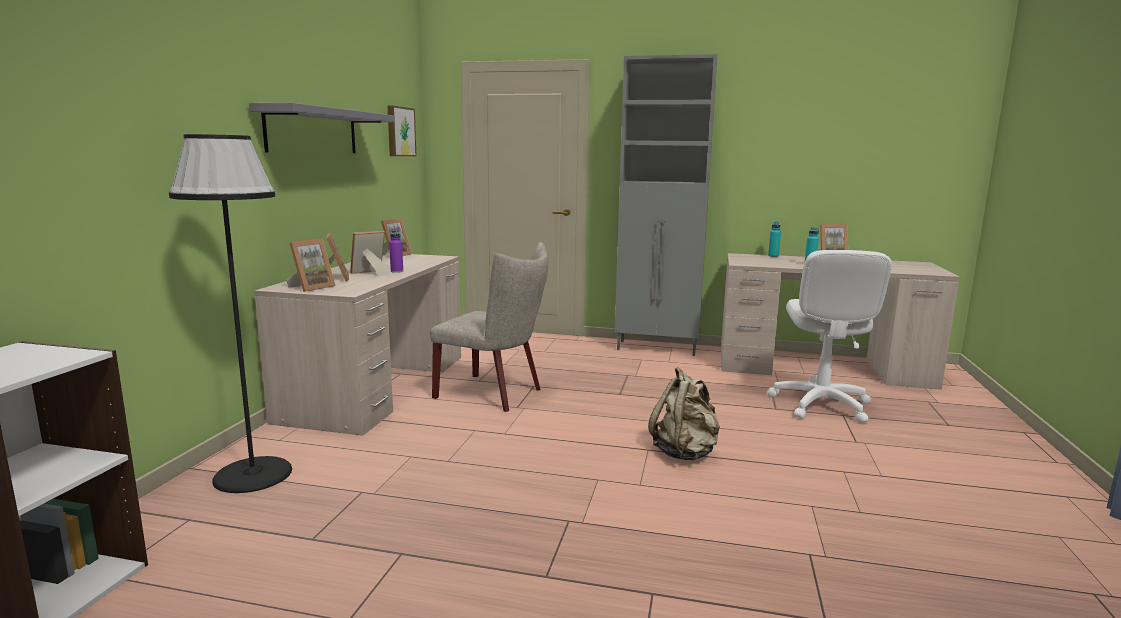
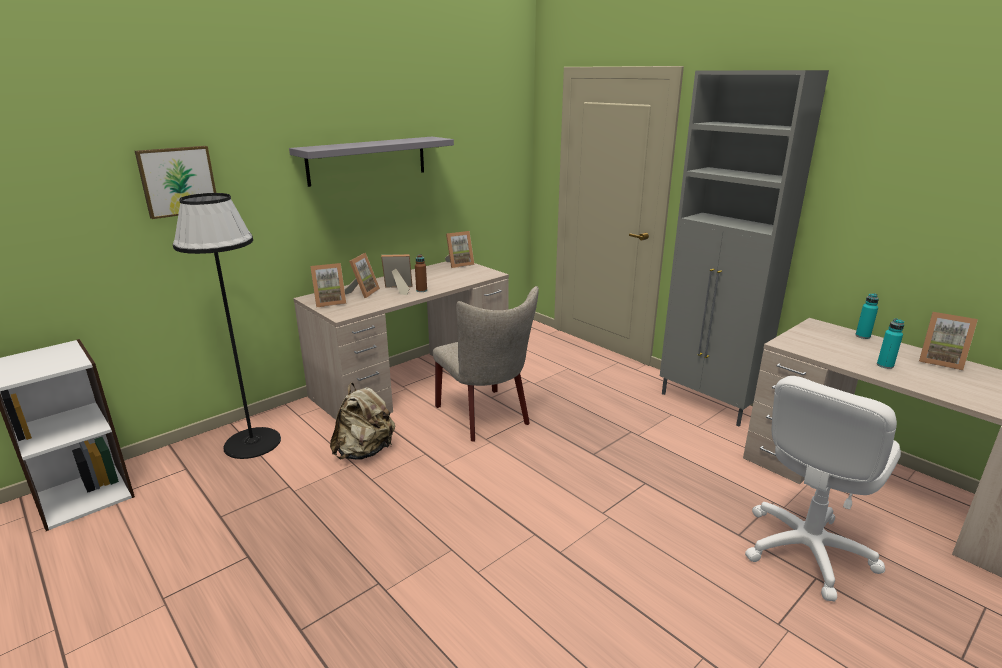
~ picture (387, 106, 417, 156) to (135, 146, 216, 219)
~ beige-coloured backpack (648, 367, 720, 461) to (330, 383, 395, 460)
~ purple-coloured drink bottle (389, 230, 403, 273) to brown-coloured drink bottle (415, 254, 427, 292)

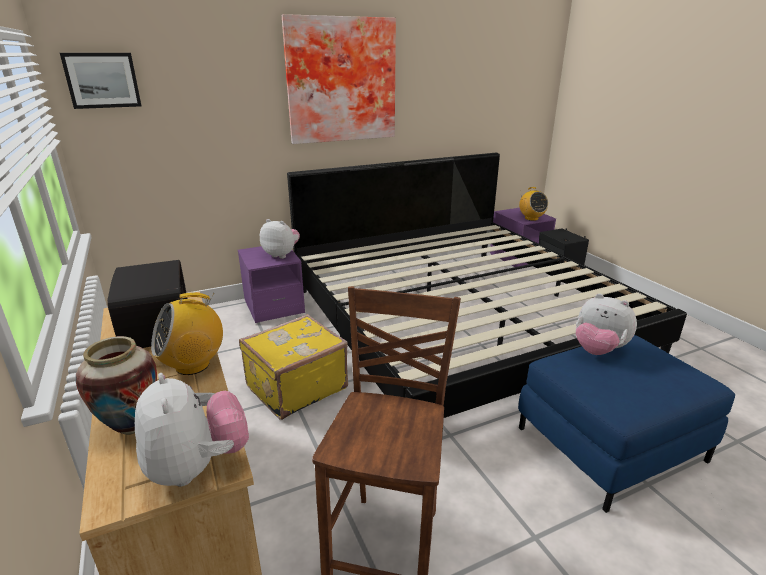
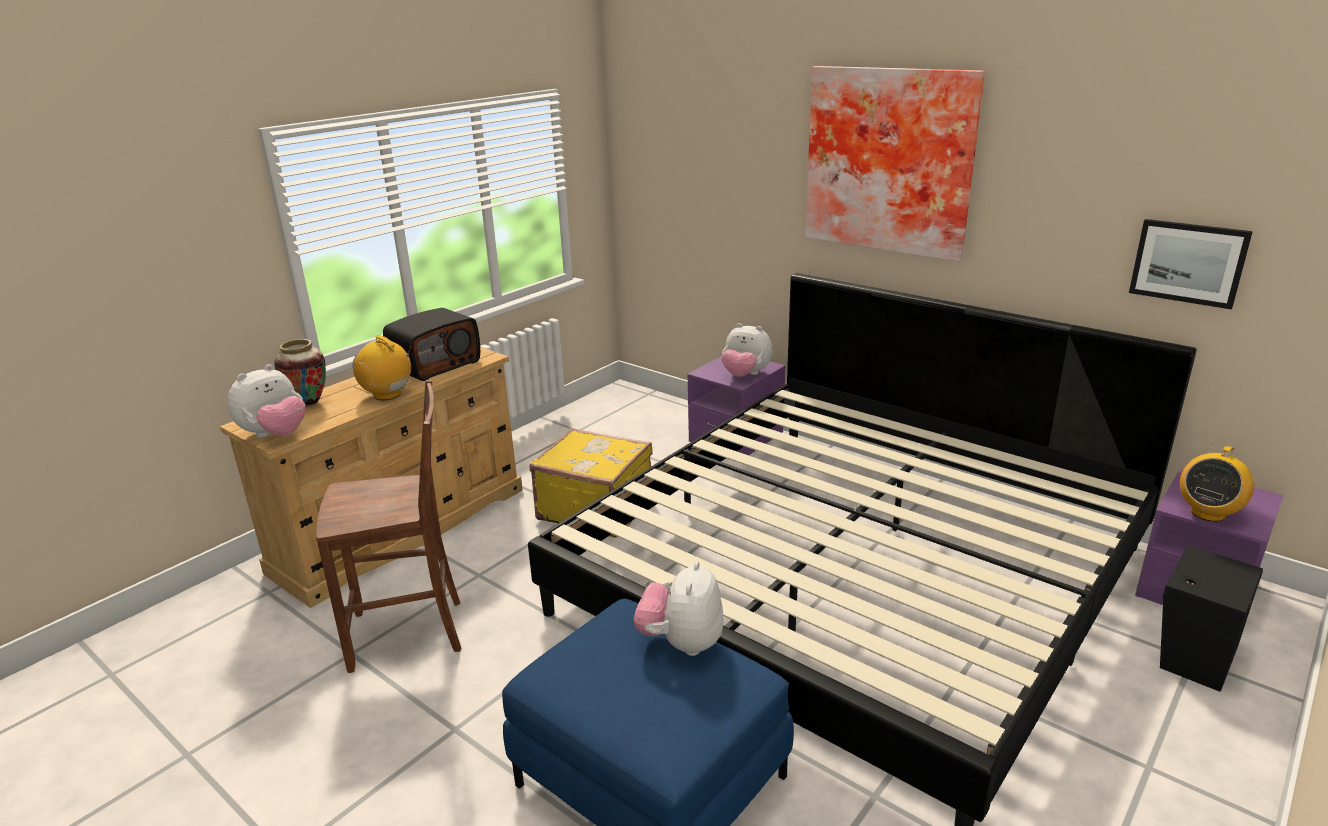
~ picture (60, 53, 142, 109) to (1129, 219, 1253, 309)
~ cuddly toy (260, 219, 300, 259) = (722, 323, 773, 377) 120 degrees clockwise

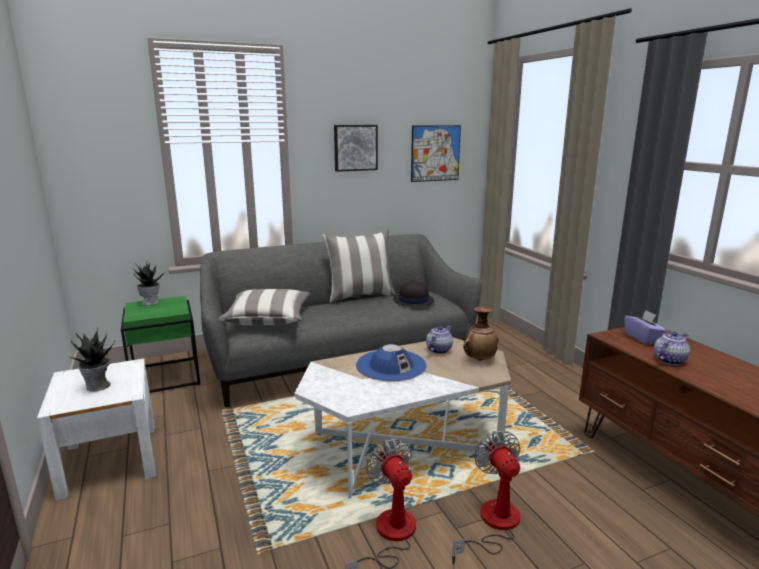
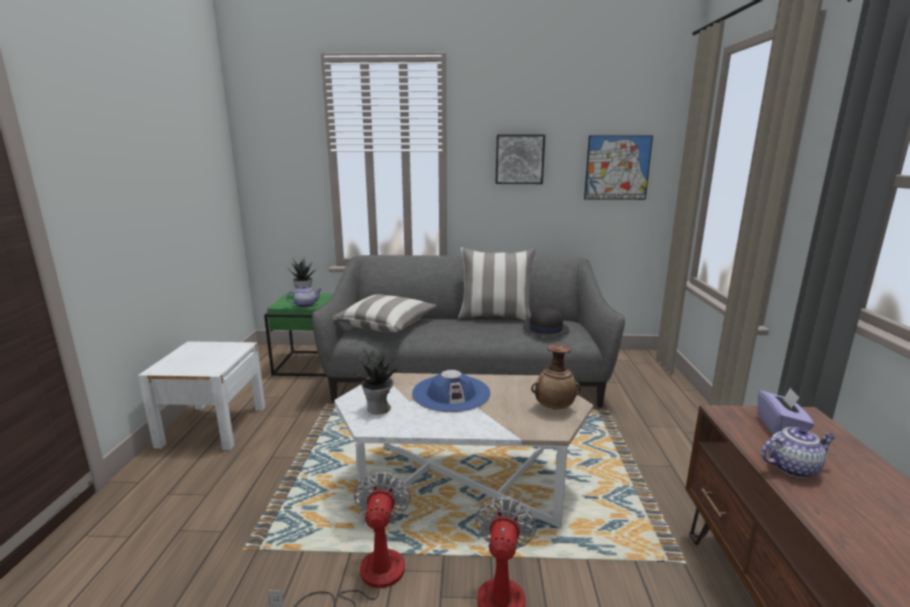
~ plant in a pot (68, 328, 115, 391) to (355, 345, 400, 414)
~ pot for tea (426, 326, 453, 354) to (286, 285, 321, 308)

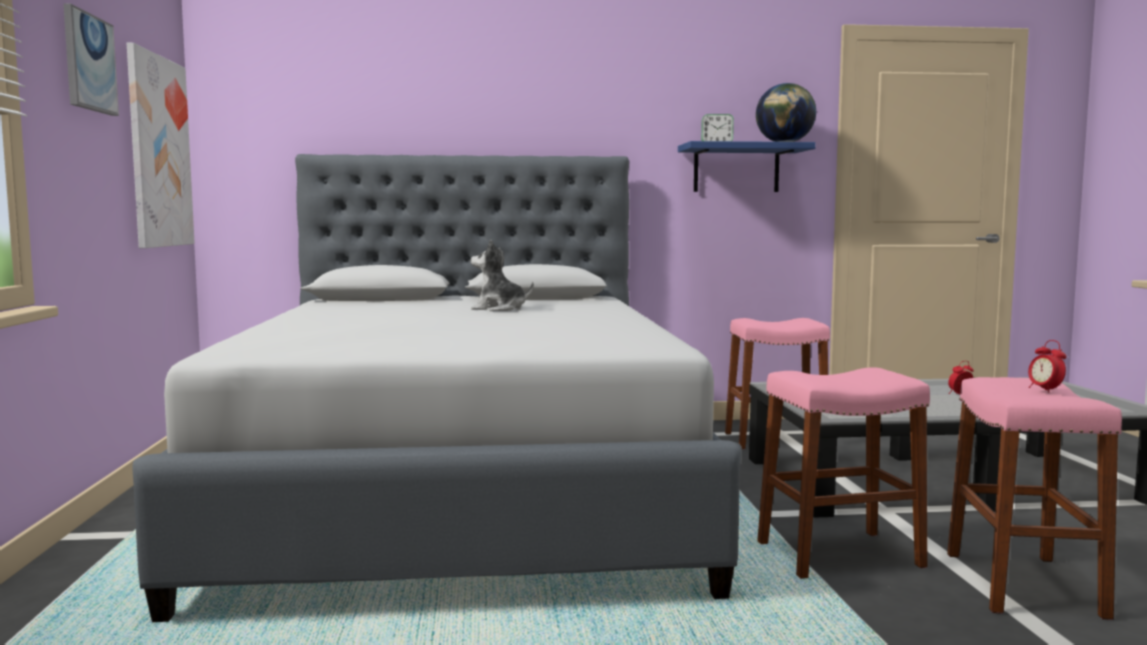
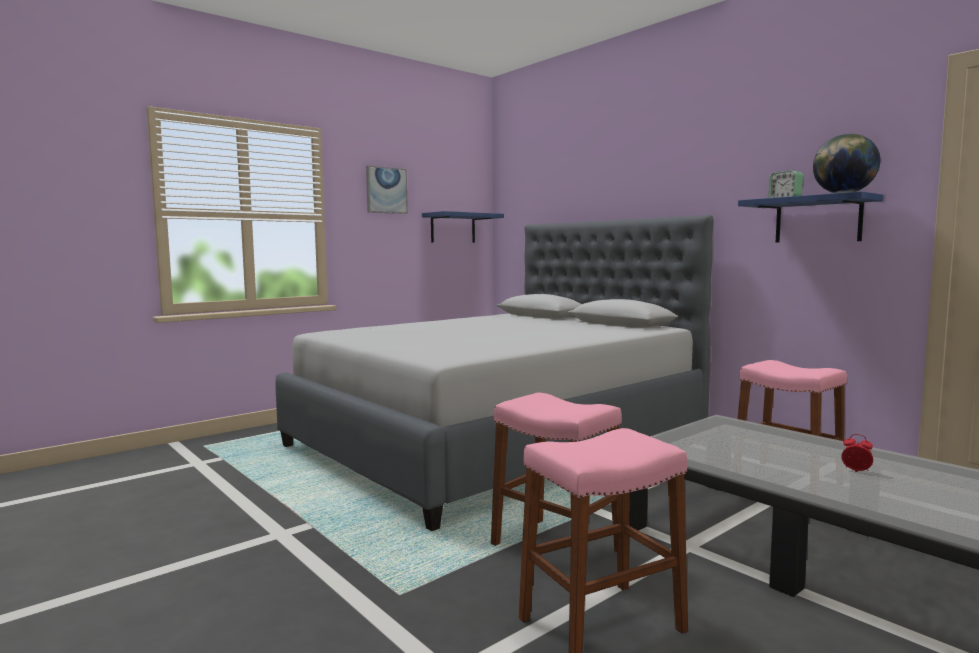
- cuddly toy (471, 239, 534, 311)
- bedside clock (1028, 340, 1067, 393)
~ picture (127, 43, 195, 248) to blue shelf (422, 211, 504, 243)

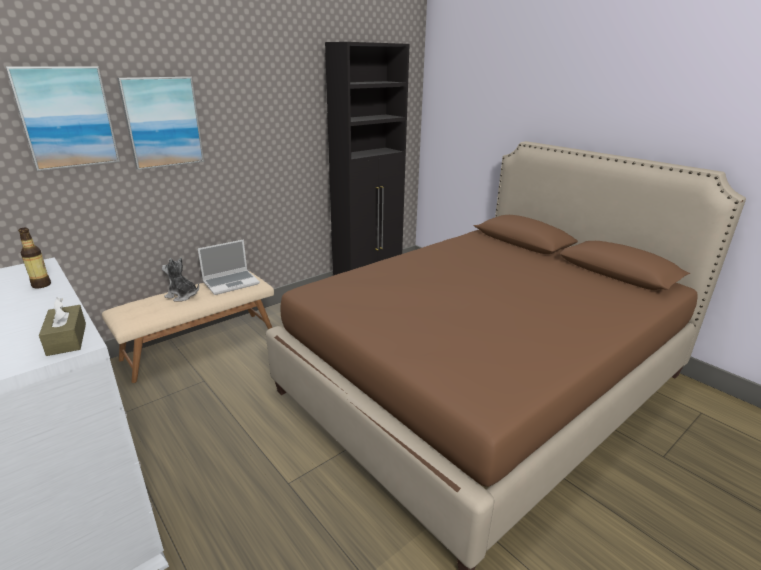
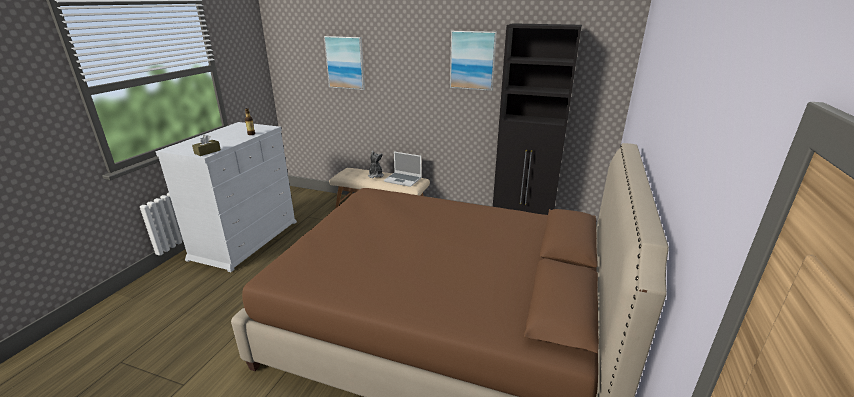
~ picture (117, 77, 204, 170) to (450, 31, 497, 91)

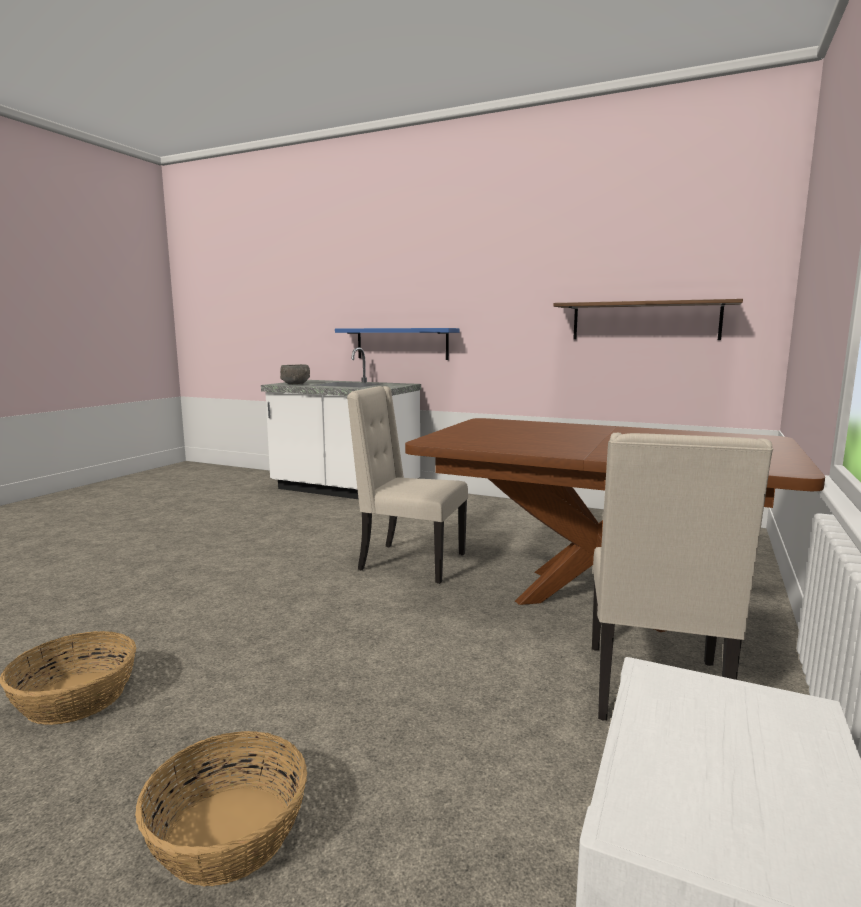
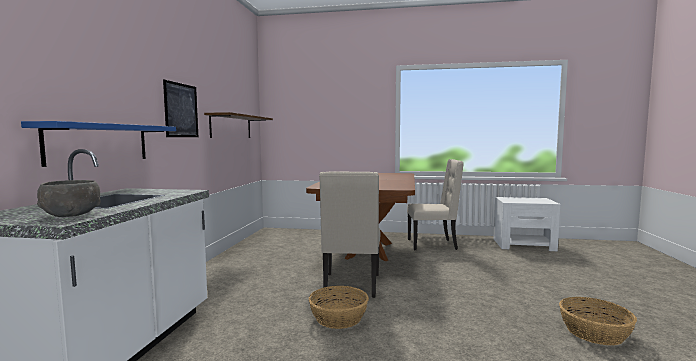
+ picture (163, 80, 198, 137)
~ basket (135, 731, 307, 886) to (309, 286, 369, 329)

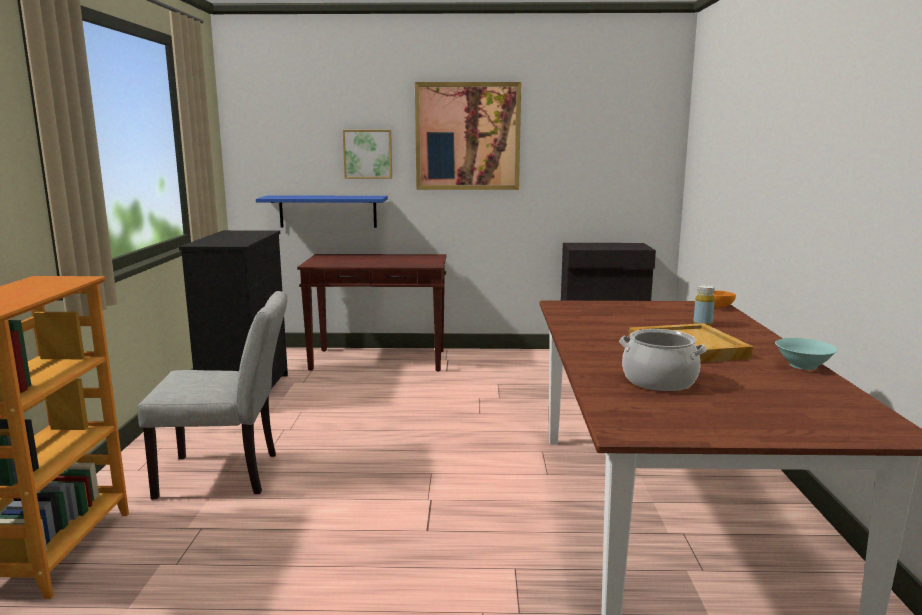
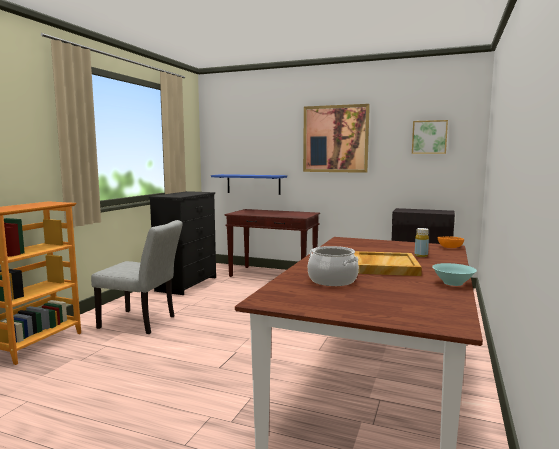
~ picture (343, 130, 392, 179) to (412, 120, 448, 154)

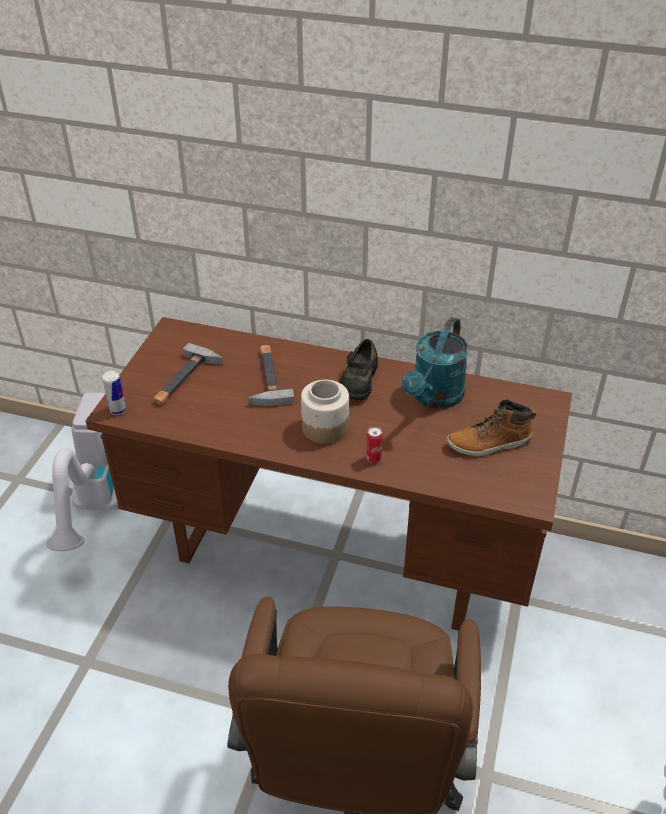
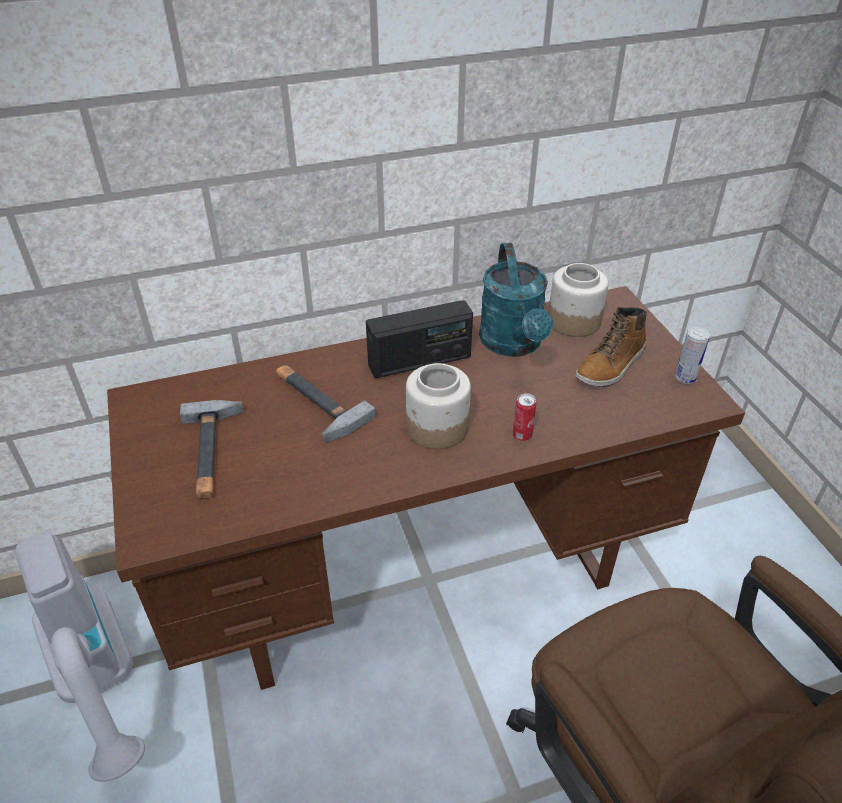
+ jar (548, 263, 608, 337)
~ can (102, 371, 127, 415) to (675, 327, 710, 384)
~ blackish item of footwear (339, 339, 378, 400) to radio receiver (366, 300, 473, 378)

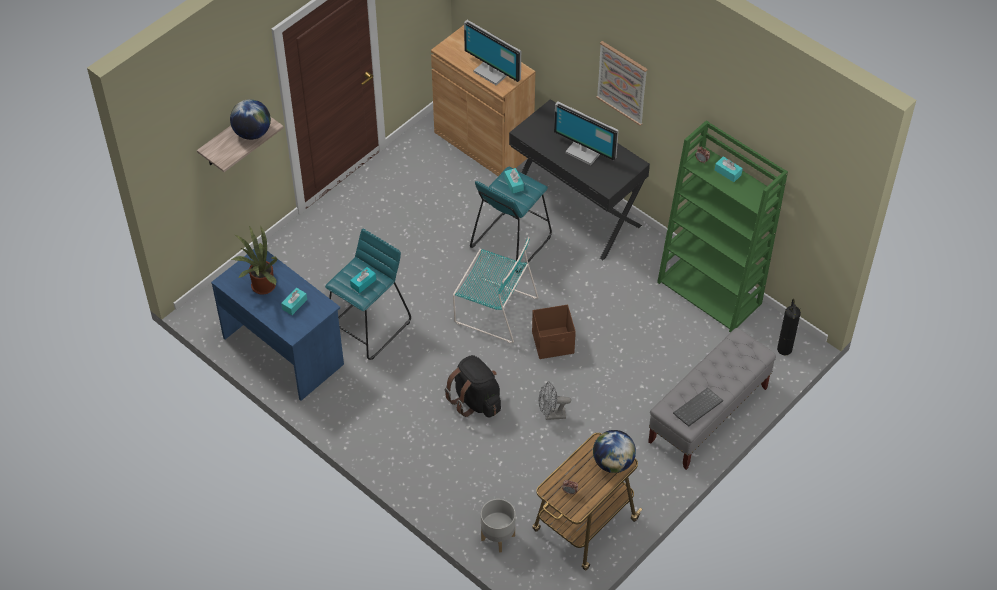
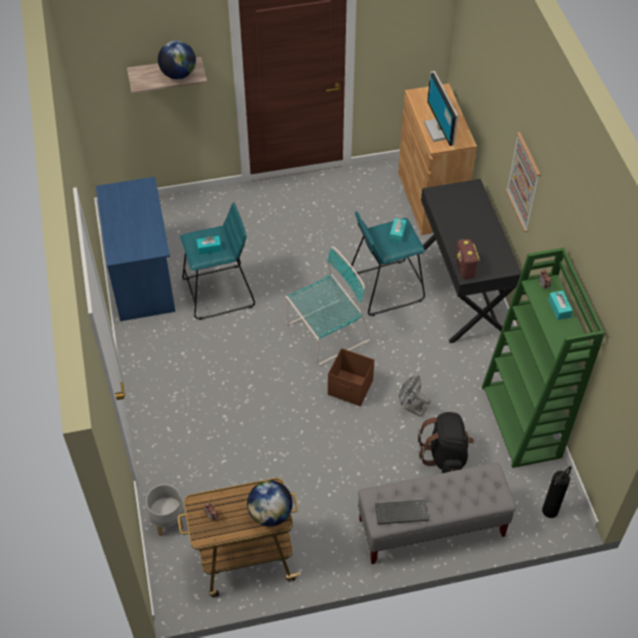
- plant in a pot (231, 225, 277, 295)
- blue-green tissue box (281, 288, 307, 315)
- computer screen (554, 102, 619, 165)
+ radio receiver (455, 239, 480, 279)
~ blackish backpack (445, 355, 501, 418) to (418, 412, 474, 473)
~ gray fan (539, 381, 571, 420) to (399, 376, 431, 417)
~ blue-green chair (453, 237, 538, 343) = (286, 246, 371, 365) 90 degrees counterclockwise

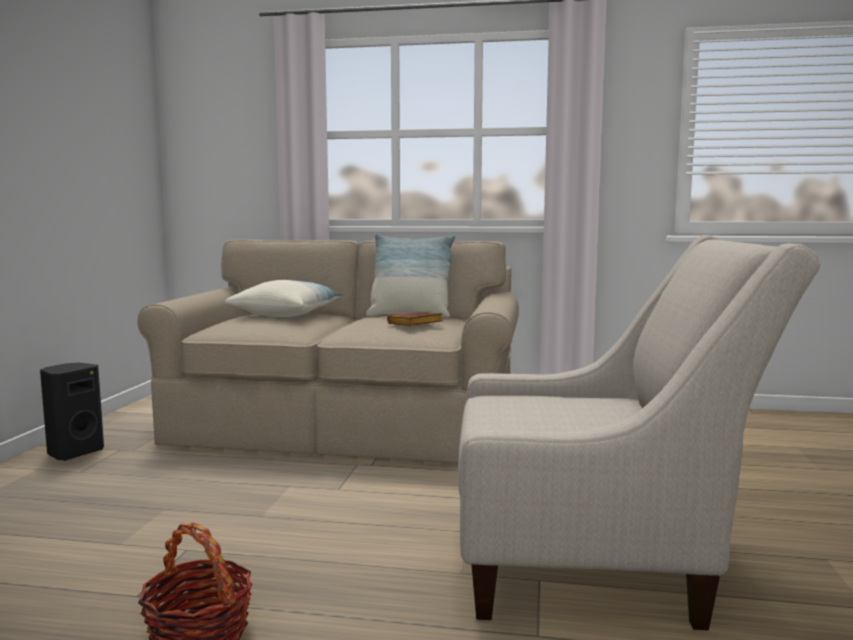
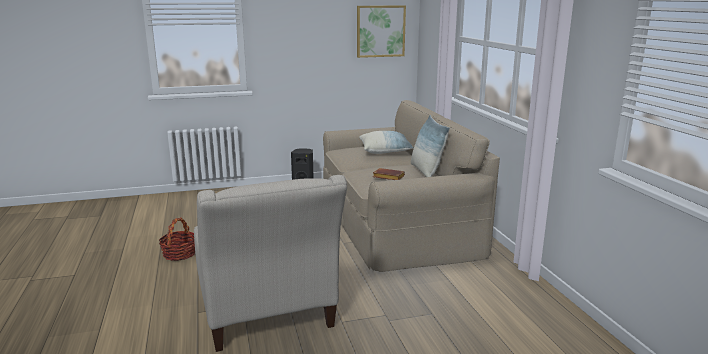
+ picture (357, 5, 406, 58)

